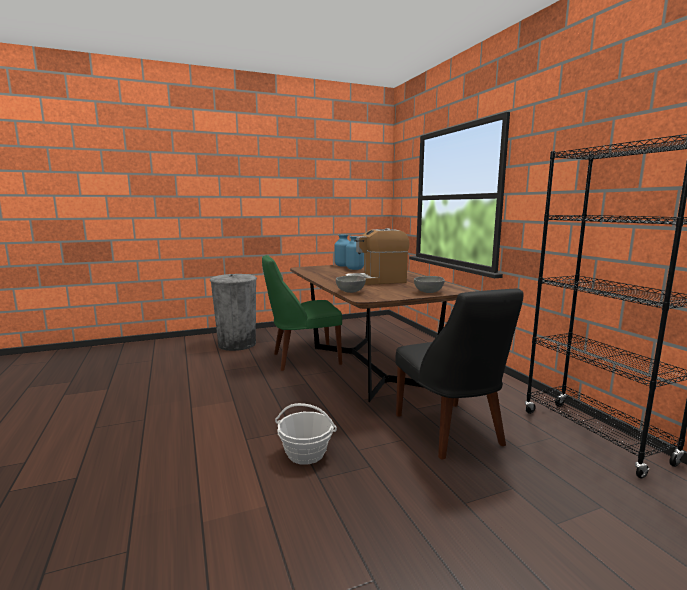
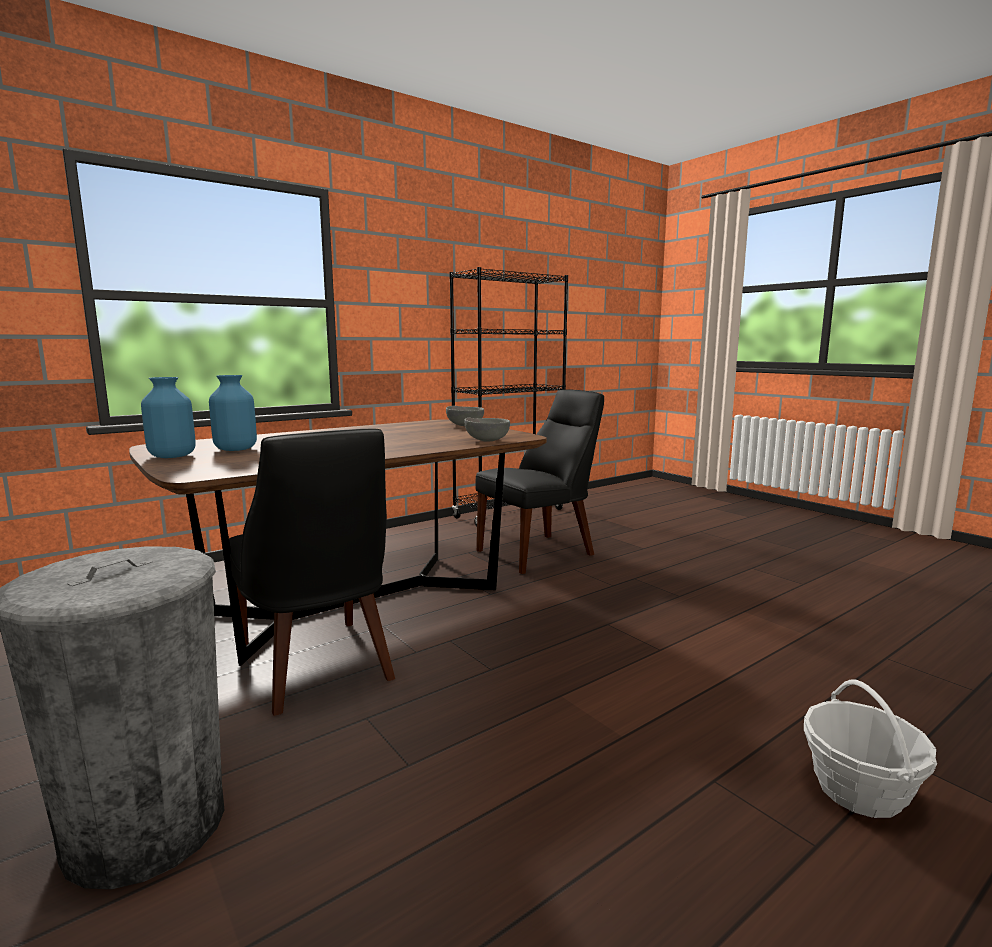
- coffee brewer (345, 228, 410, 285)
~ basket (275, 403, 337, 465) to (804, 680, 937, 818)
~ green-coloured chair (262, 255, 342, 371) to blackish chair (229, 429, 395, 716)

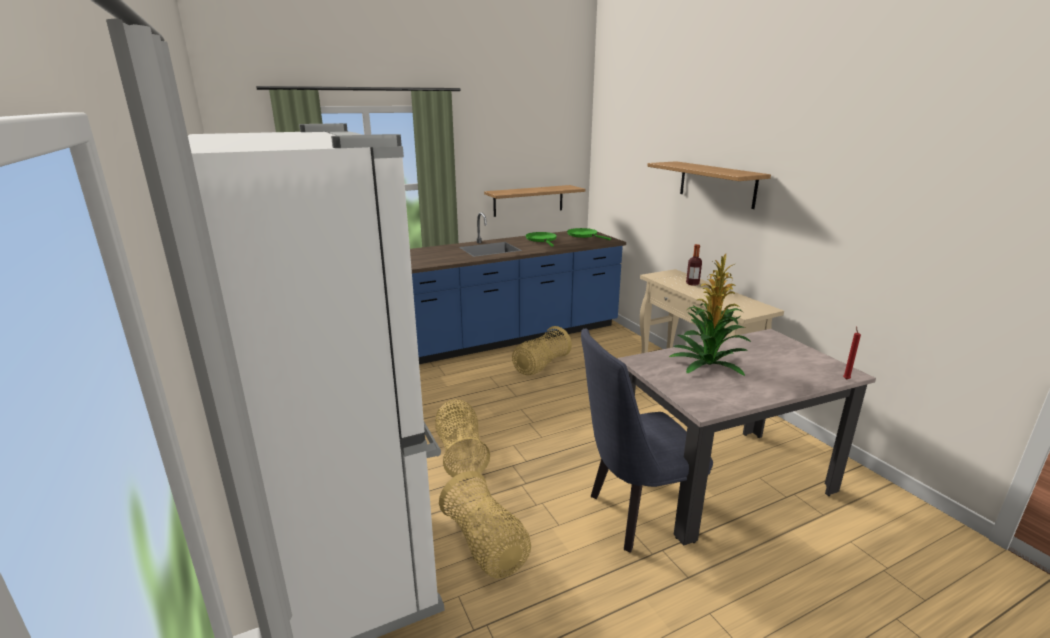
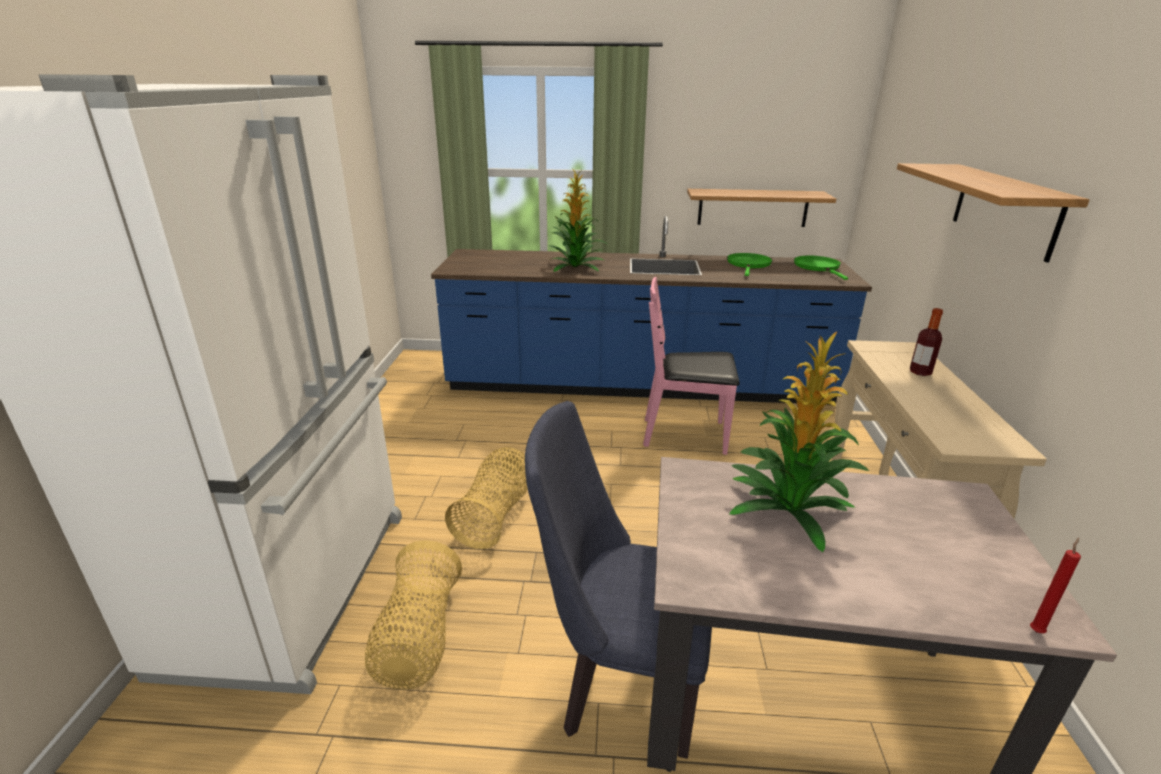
+ plant in a pot (547, 170, 607, 272)
~ basket (512, 326, 572, 375) to pink chair (643, 277, 740, 455)

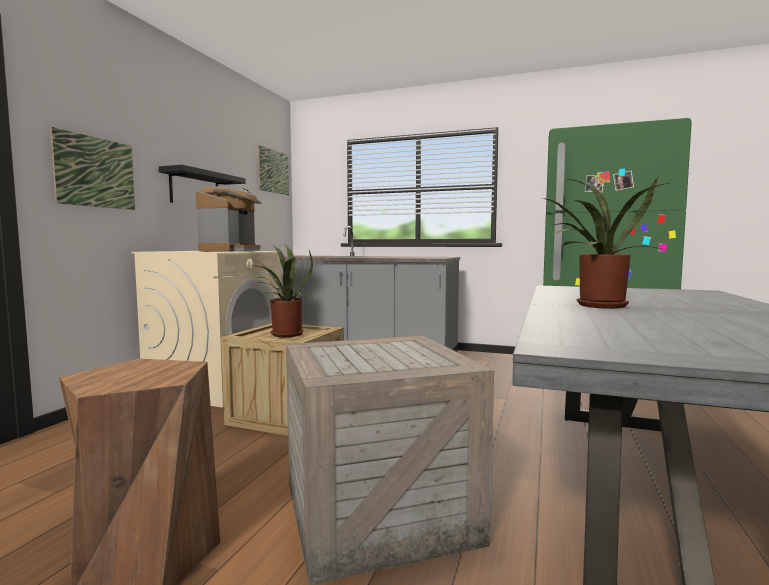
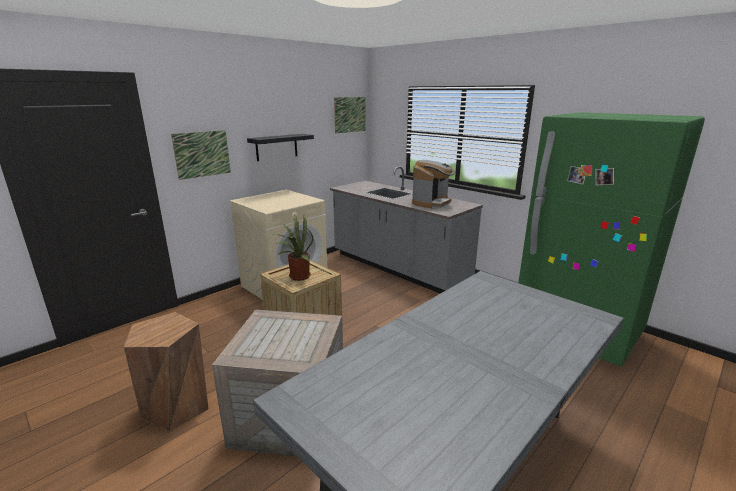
- plant in a pot (543, 178, 672, 309)
~ coffee brewer (196, 187, 262, 251) to (412, 160, 455, 208)

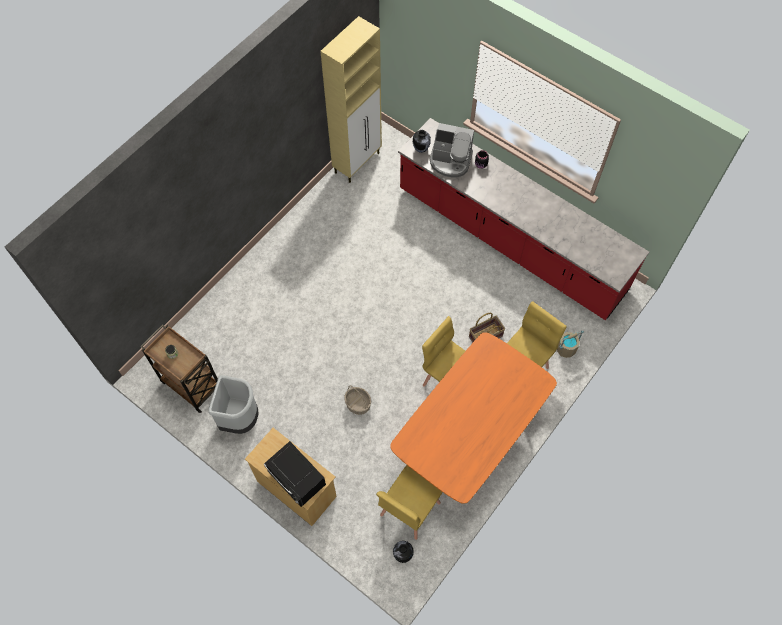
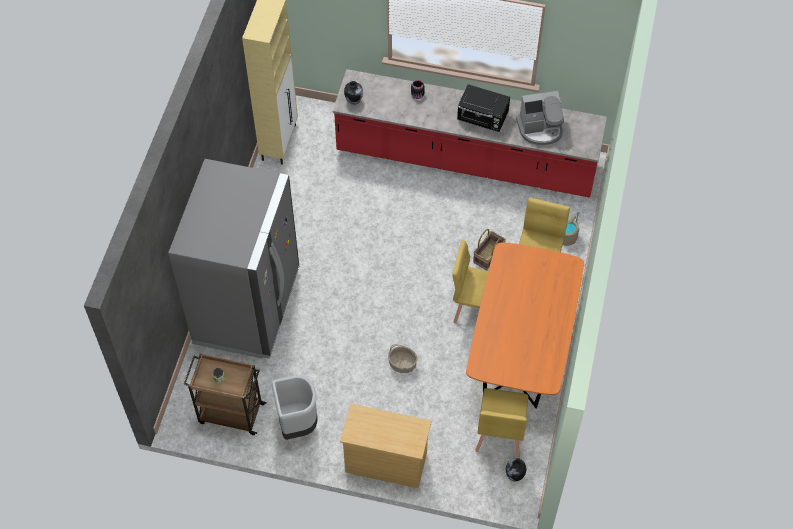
+ gray kitchen fridge (168, 159, 299, 359)
~ blackish kitchen microwave (264, 441, 326, 507) to (457, 84, 510, 132)
~ coffee brewer (430, 123, 474, 178) to (516, 91, 564, 145)

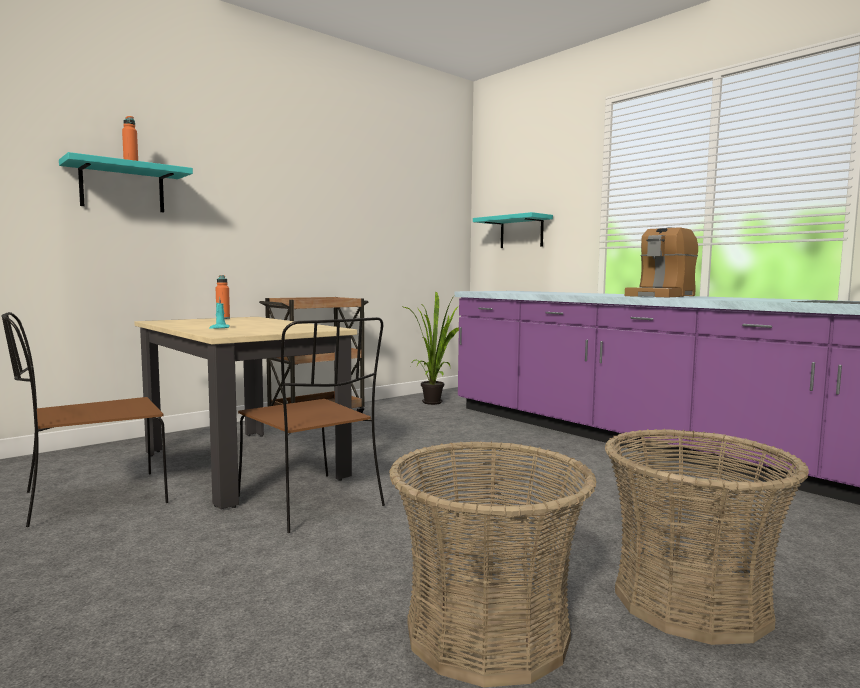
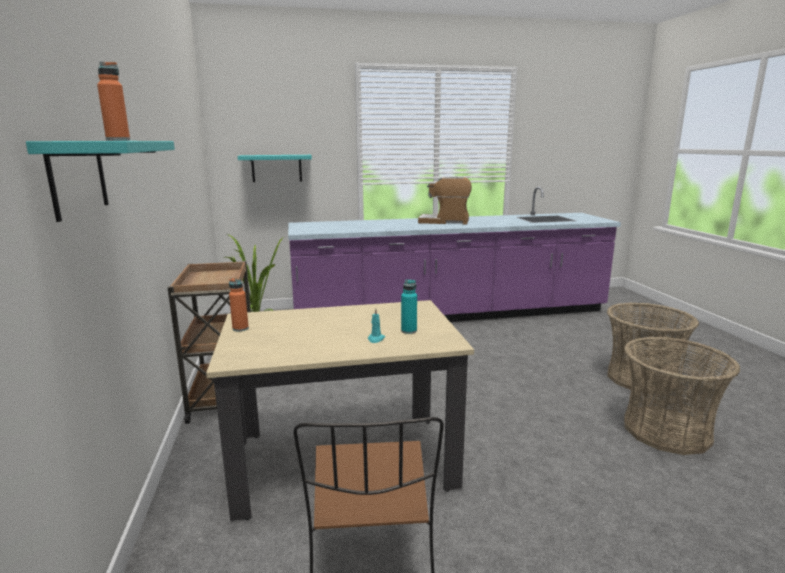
- brown-coloured chair (238, 317, 385, 533)
+ blue-green drink bottle (401, 279, 417, 334)
~ coffee brewer (625, 227, 698, 297) = (418, 176, 472, 225) 120 degrees clockwise

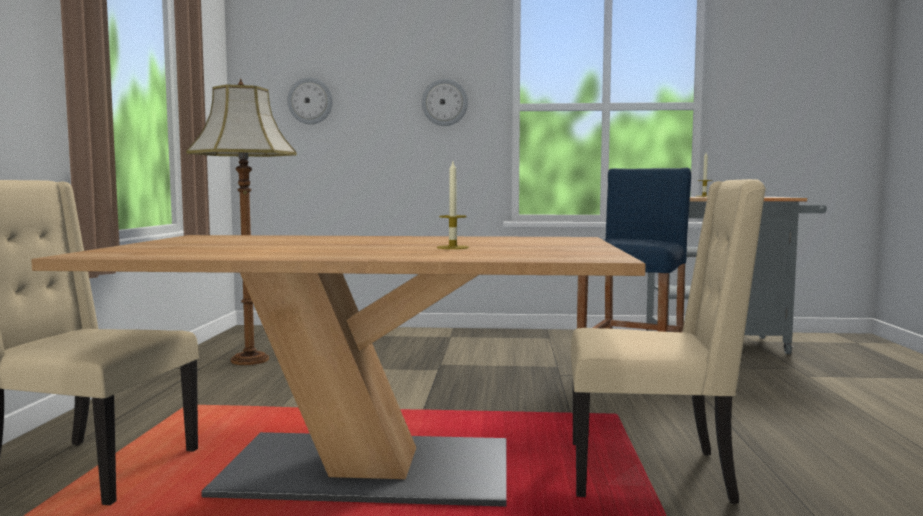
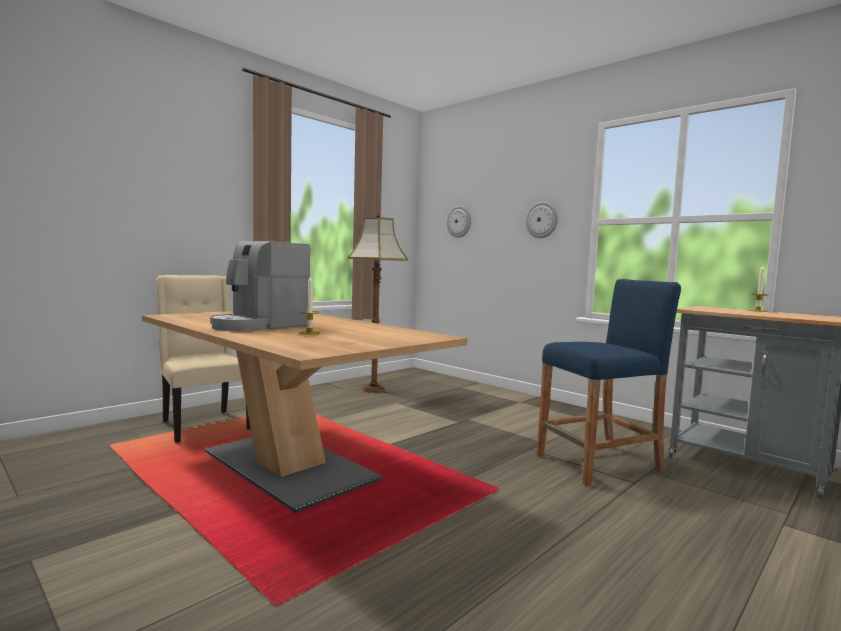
- beige-coloured chair (571, 179, 766, 504)
+ coffee brewer (210, 241, 310, 331)

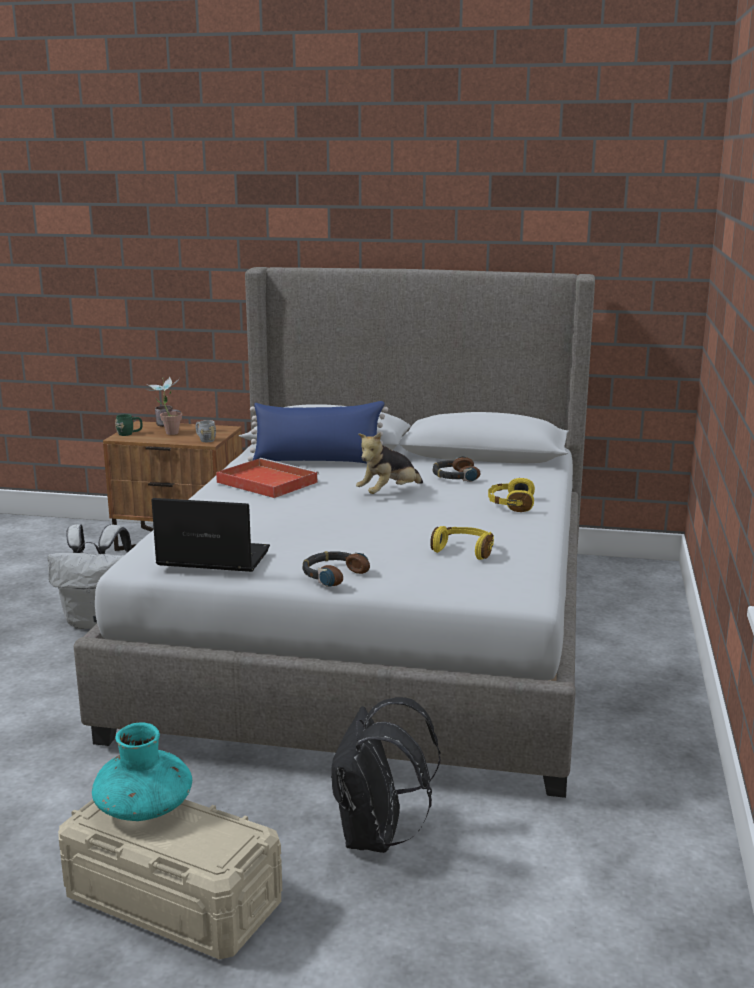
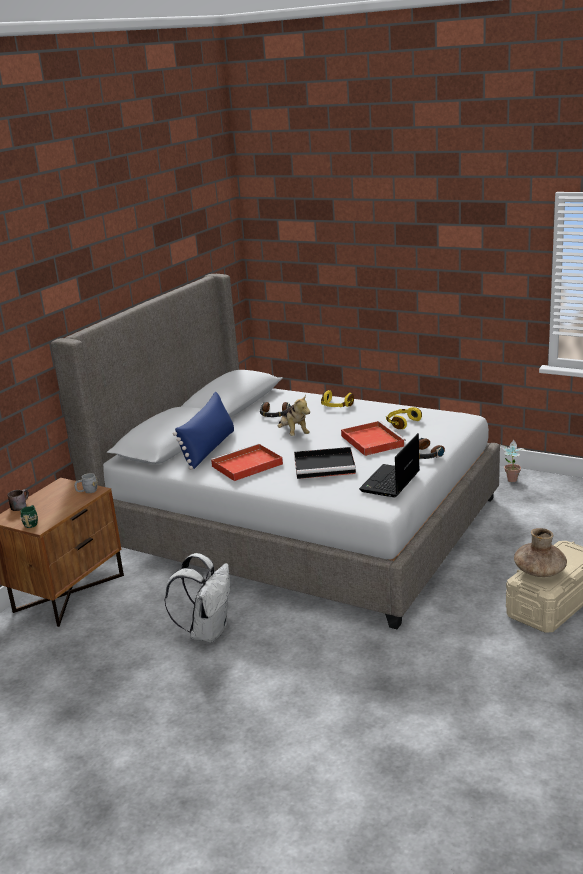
- blackish backpack (331, 697, 441, 853)
+ blackish carrying tray (294, 447, 356, 479)
+ reddish carrying tray (341, 421, 406, 456)
~ plant in a pot (146, 377, 182, 435) to (500, 440, 526, 482)
~ blue-green vase (92, 722, 192, 821) to brown-coloured vase (514, 528, 567, 577)

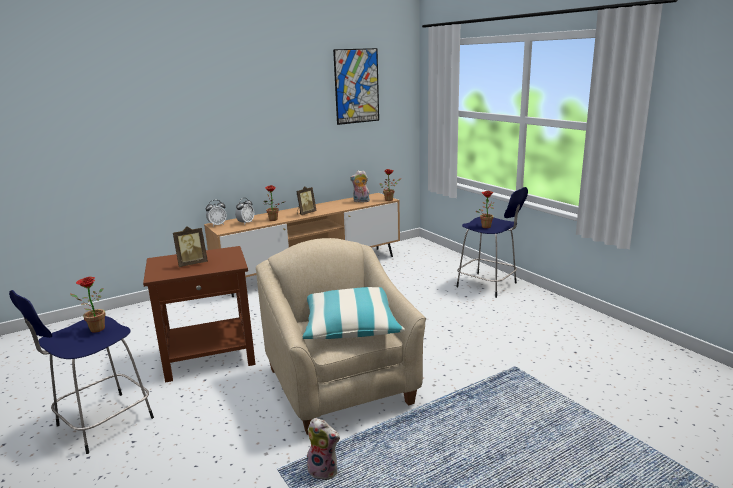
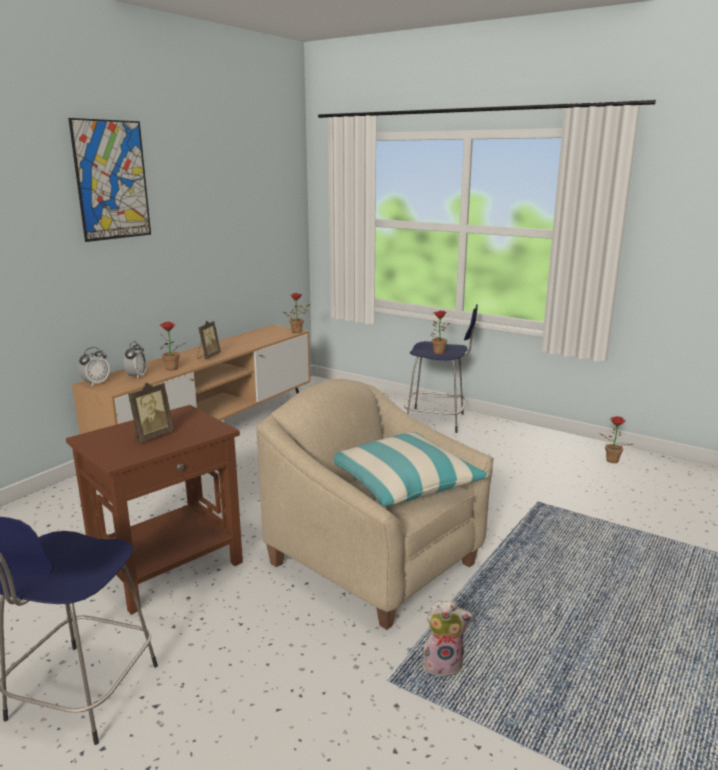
- cuddly toy (350, 170, 370, 202)
~ plant in a pot (70, 277, 105, 333) to (600, 416, 634, 463)
~ picture (333, 48, 379, 125) to (68, 118, 151, 242)

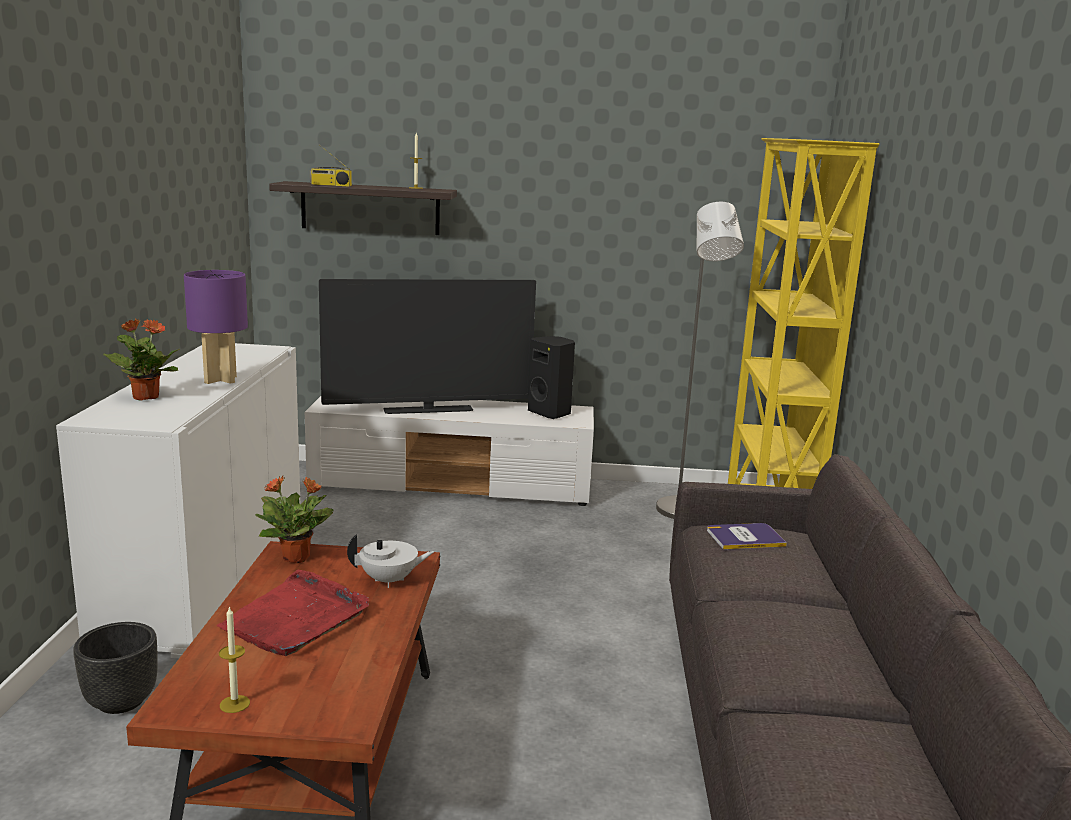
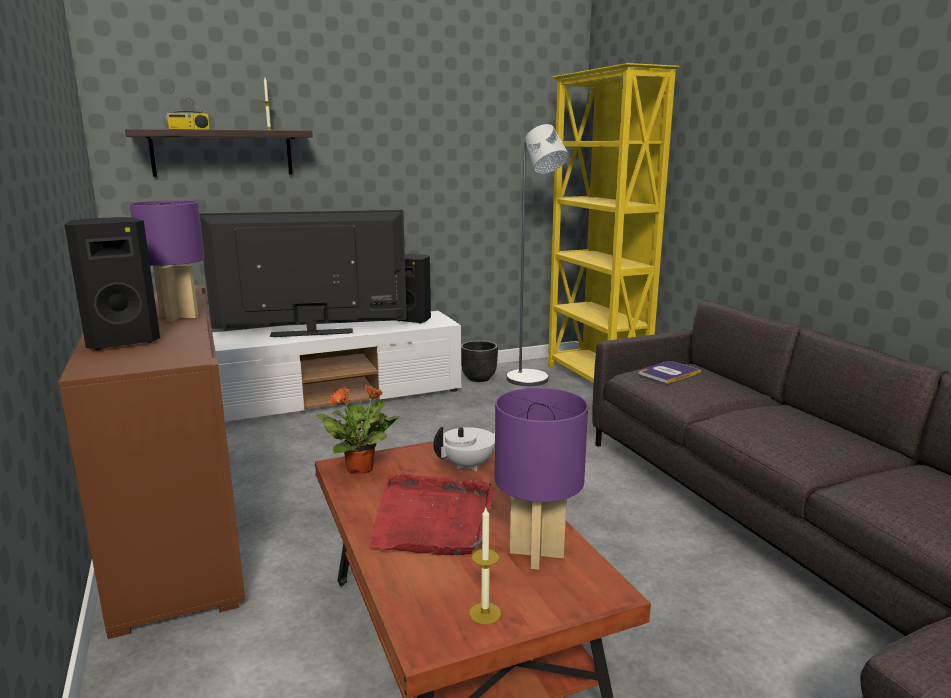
+ purple-coloured tabletop lamp (495, 388, 588, 570)
~ blackish flower pot (73, 622, 158, 714) to (461, 341, 498, 382)
~ plant in a pot (103, 319, 179, 401) to blackish speaker (64, 217, 160, 350)
~ whitish cabinet (56, 343, 300, 658) to brown-coloured cabinet (58, 285, 245, 639)
~ TV set (319, 279, 536, 414) = (199, 210, 407, 337) 150 degrees counterclockwise

